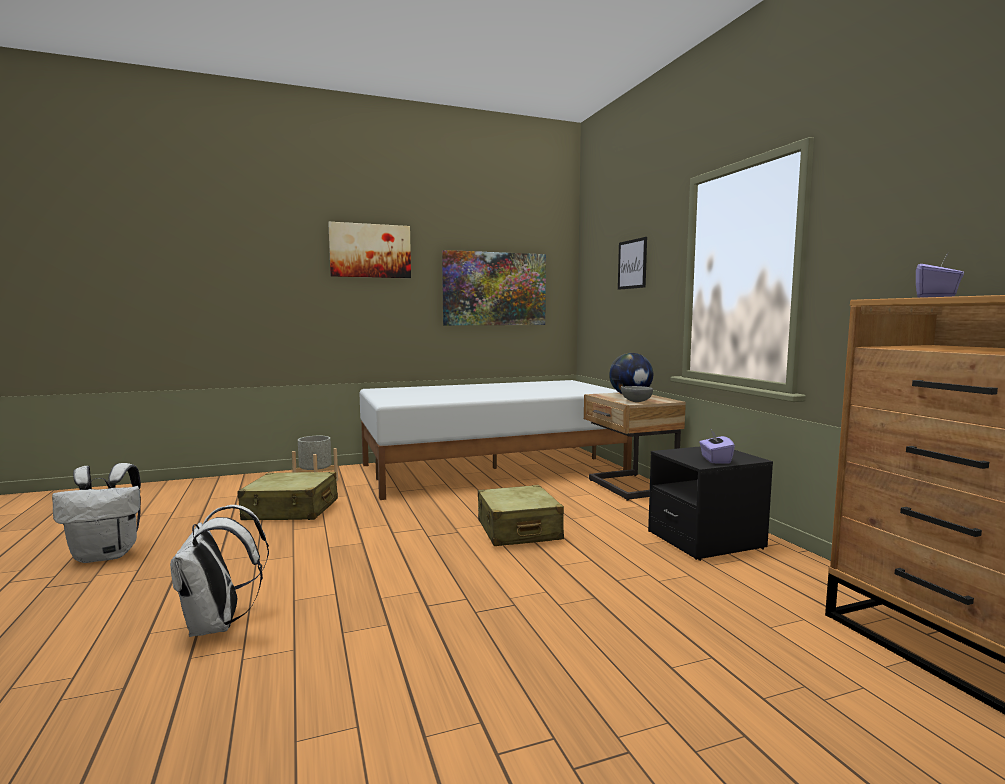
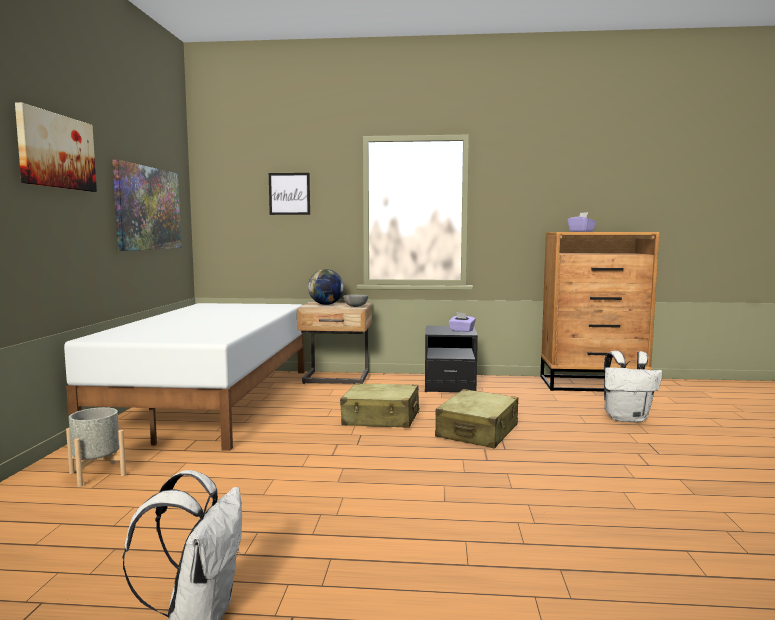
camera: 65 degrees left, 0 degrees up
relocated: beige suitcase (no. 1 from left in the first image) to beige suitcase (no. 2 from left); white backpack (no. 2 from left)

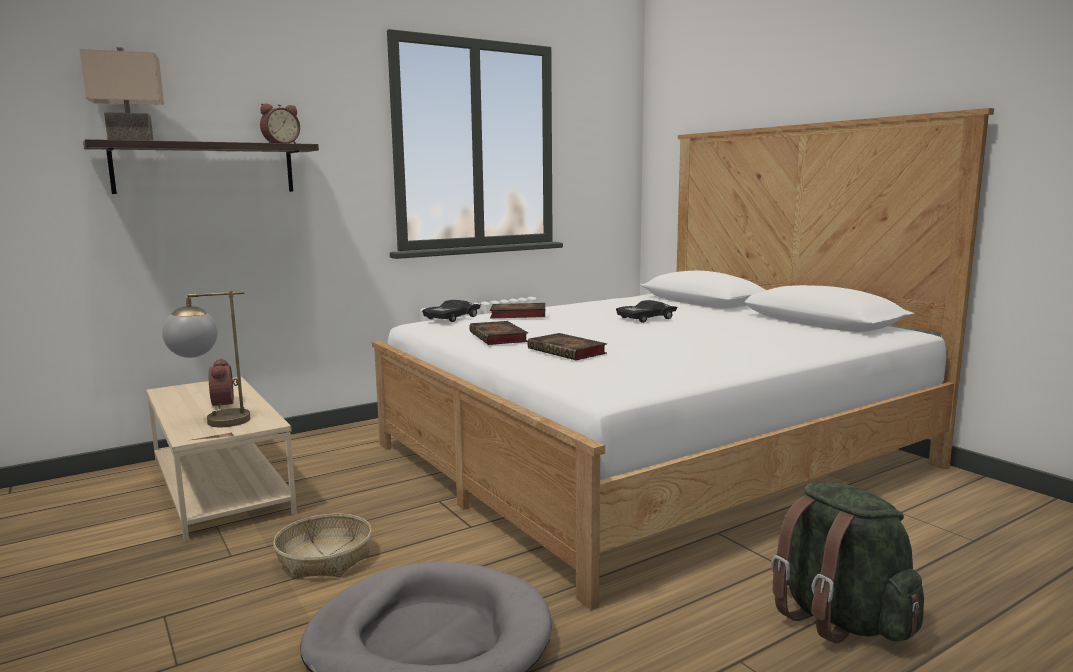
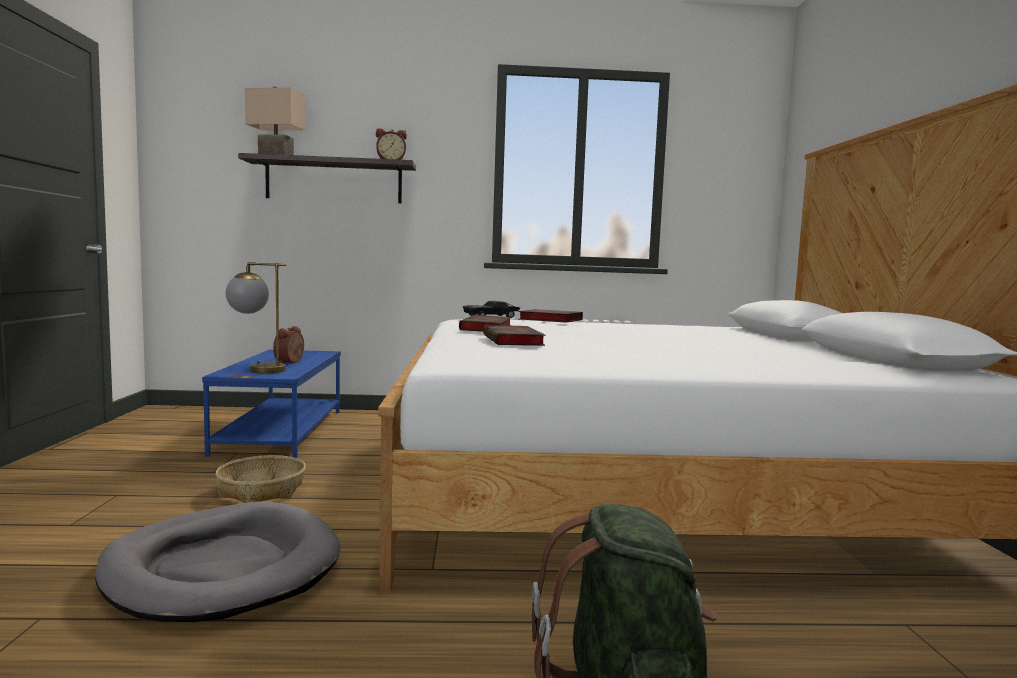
camera: 30 degrees right, 5 degrees down
missing: black toy car (no. 2 from left)
colour: beige coffee table to blue coffee table

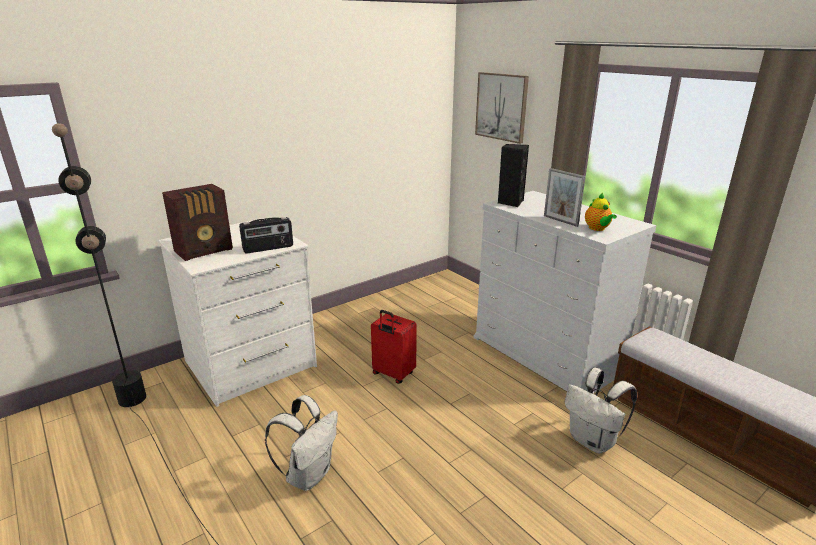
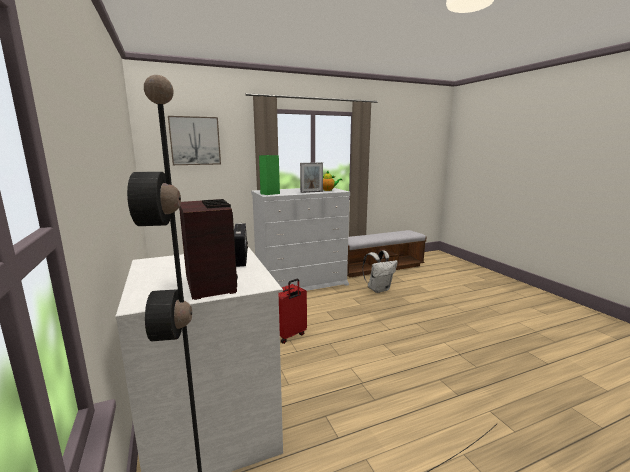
camera: 75 degrees left, 10 degrees down
missing: white backpack (no. 1 from left)
colour: black speaker to green speaker

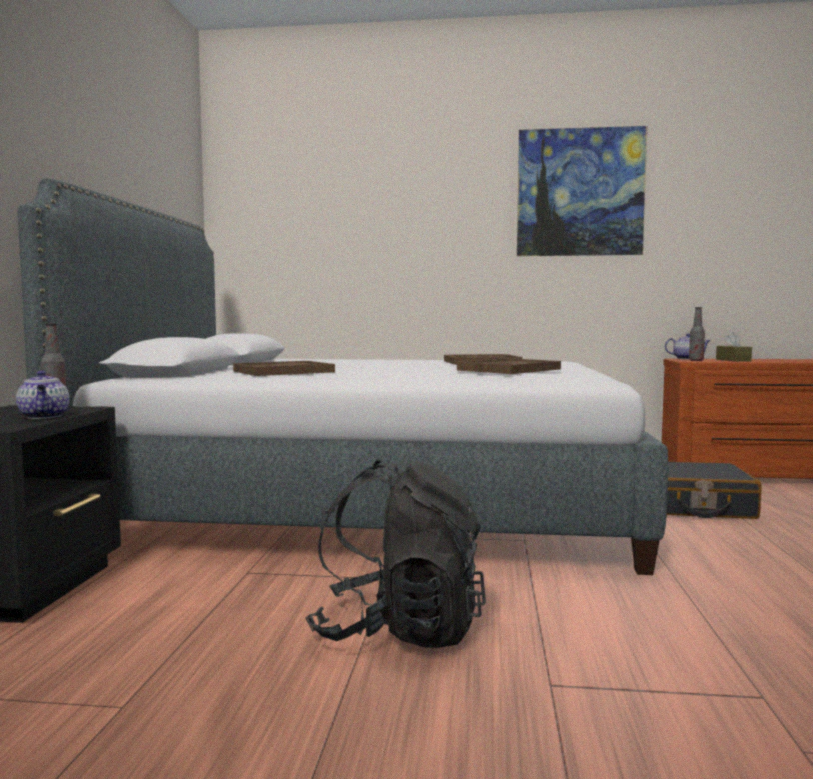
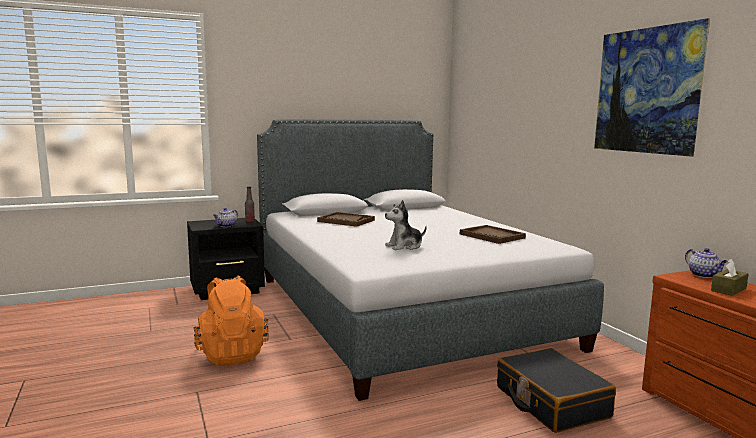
camera: 60 degrees right, 5 degrees up
missing: bottle (no. 2 from left)
exchanged: brown tray (no. 3 from left) to plush toy
colour: black backpack to orange backpack

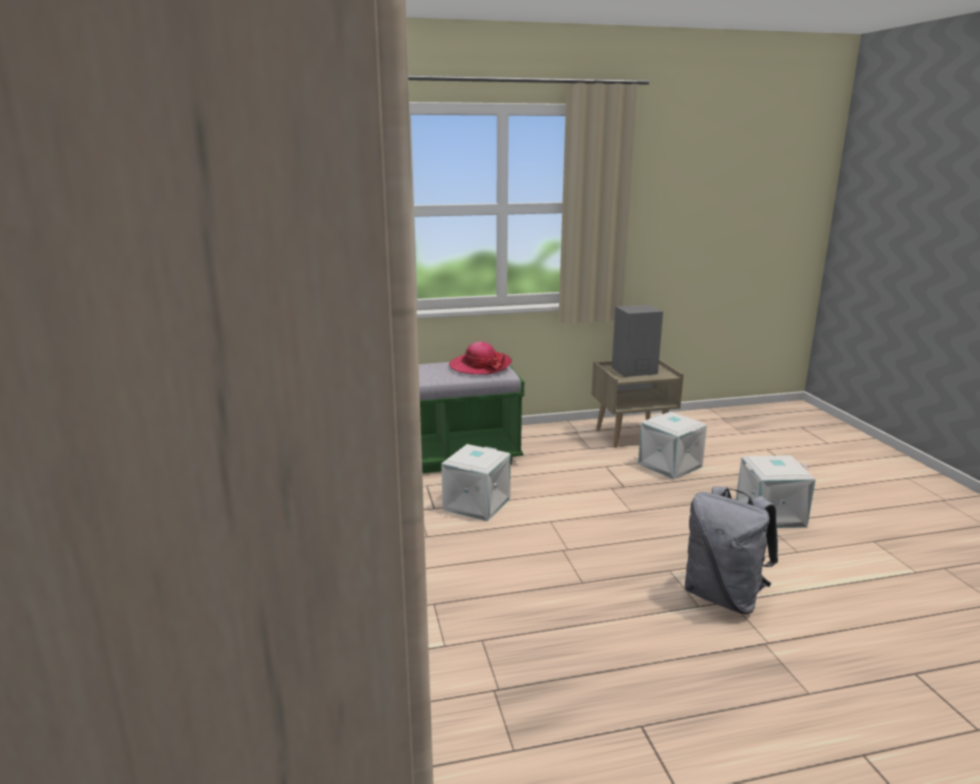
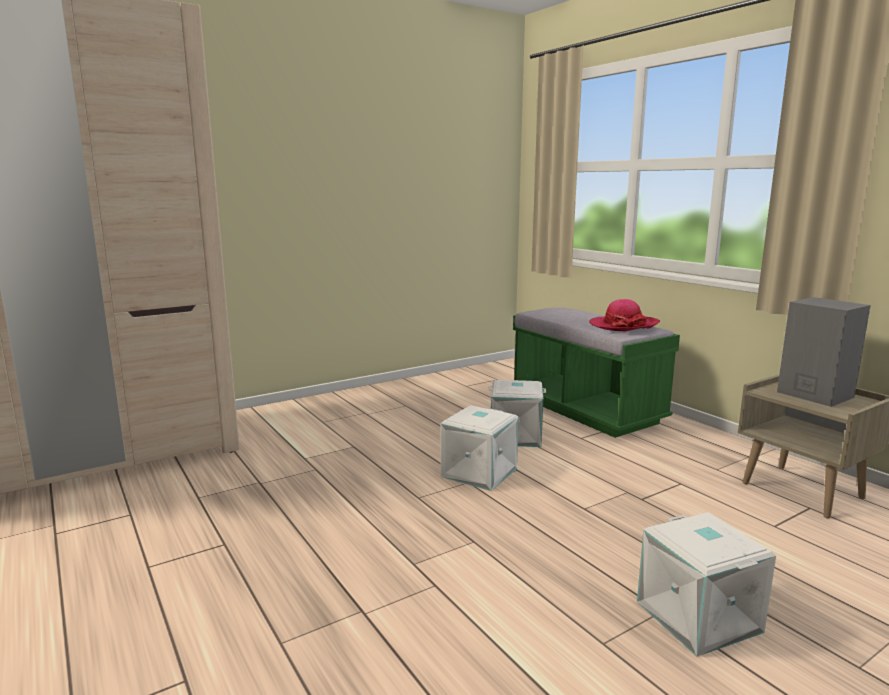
camera: 70 degrees right, 5 degrees down
missing: grey backpack
relocated: white storage box (no. 2 from left in the first image) to white storage box (no. 1 from left)

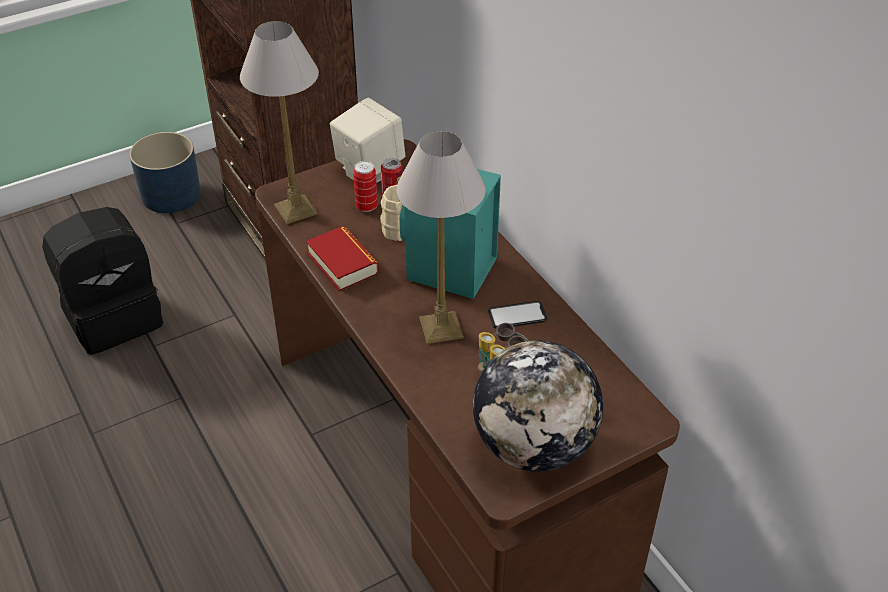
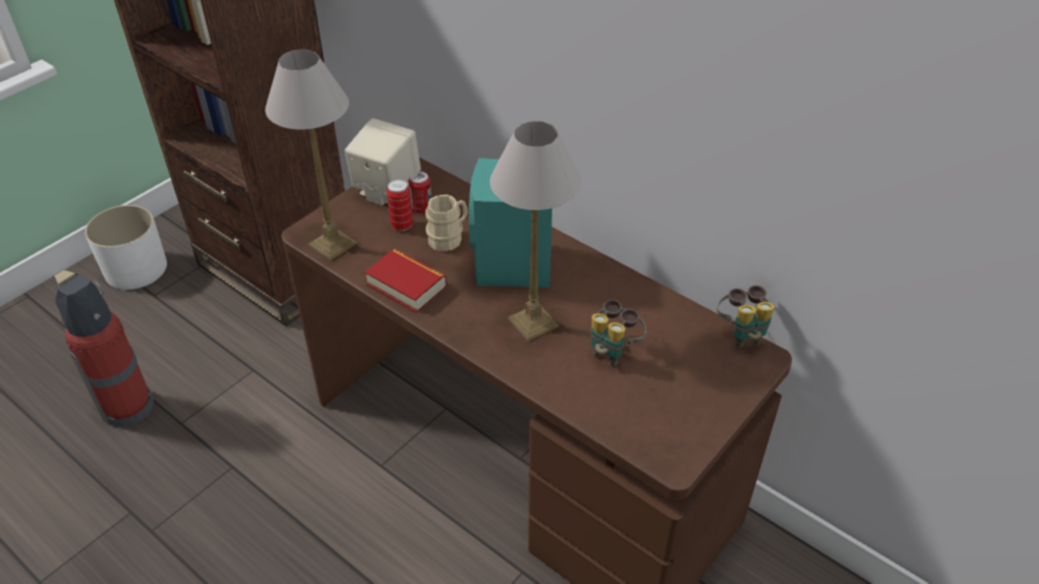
camera: 20 degrees left, 0 degrees up
missing: globe; phone
appeared: binoculars (no. 2 from left)
exchanged: black backpack to fire extinguisher
colour: blue planter to white planter

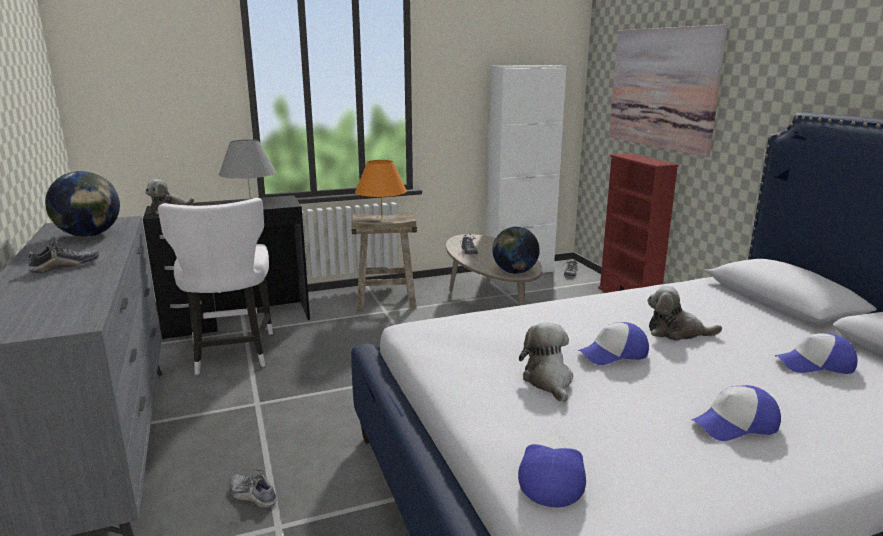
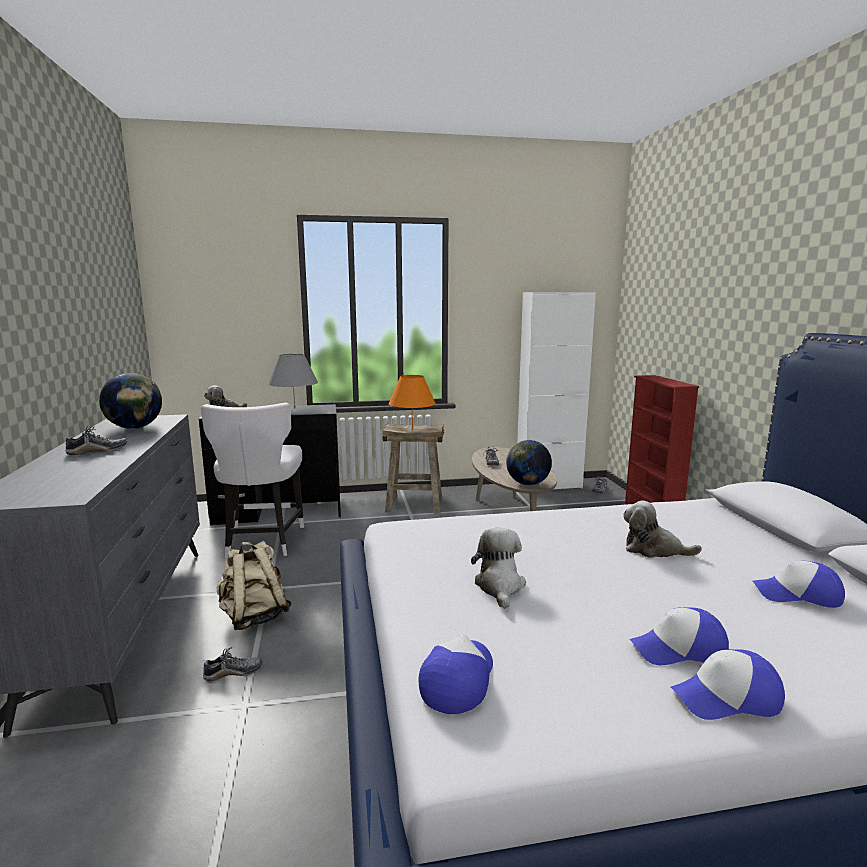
camera: 10 degrees right, 5 degrees down
missing: picture
appeared: beige backpack
relocated: cap (no. 2 from left in the first image) to cap (no. 3 from left)
spun: shoe (no. 2 from left) 120 degrees clockwise

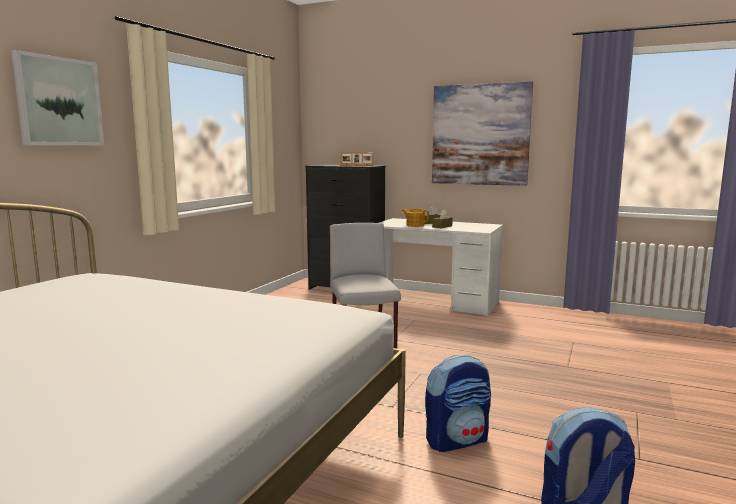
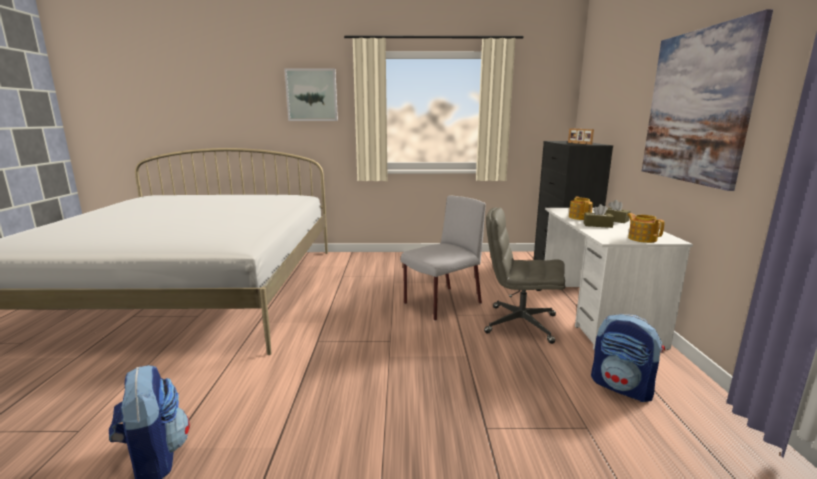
camera: 65 degrees right, 5 degrees up
appeared: grey office chair; teapot (no. 2 from left)
relocated: backpack (no. 1 from left in the first image) to backpack (no. 2 from left)

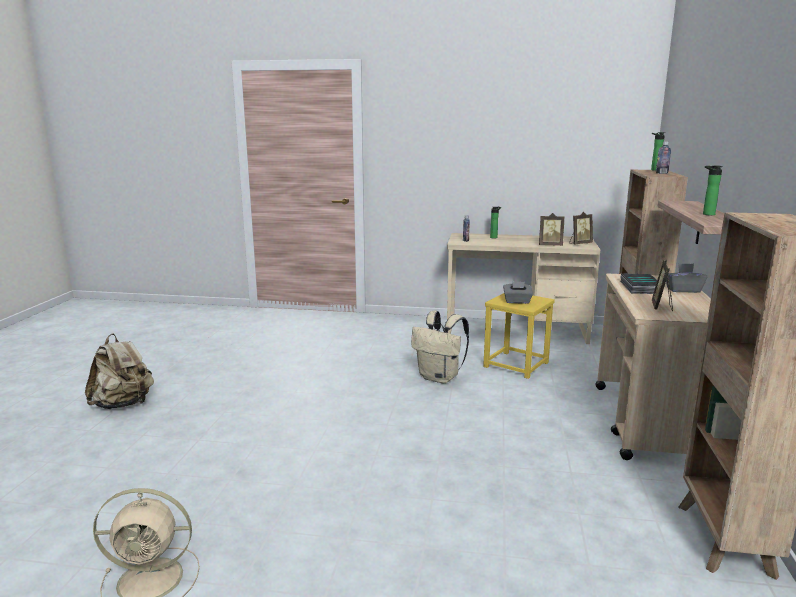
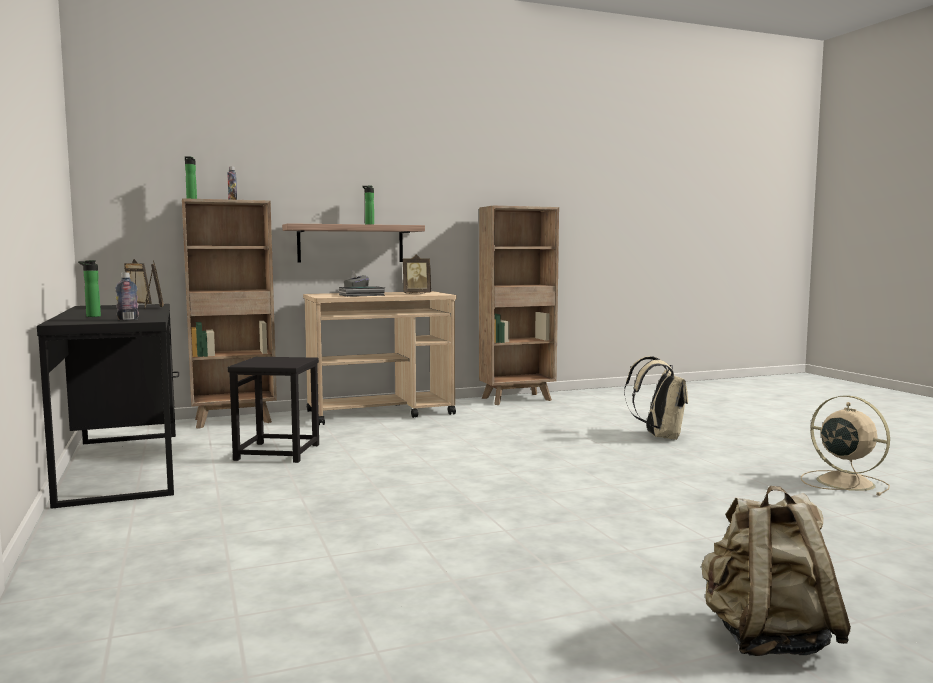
camera: 120 degrees left, 10 degrees down
missing: grey tissue box (no. 1 from left)
relocated: beige backpack (no. 2 from left in the first image) to beige backpack (no. 1 from left)
colour: beige desk to black desk; yellow stool to black stool

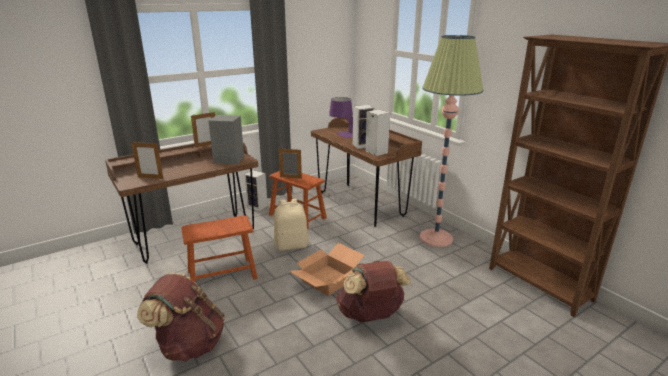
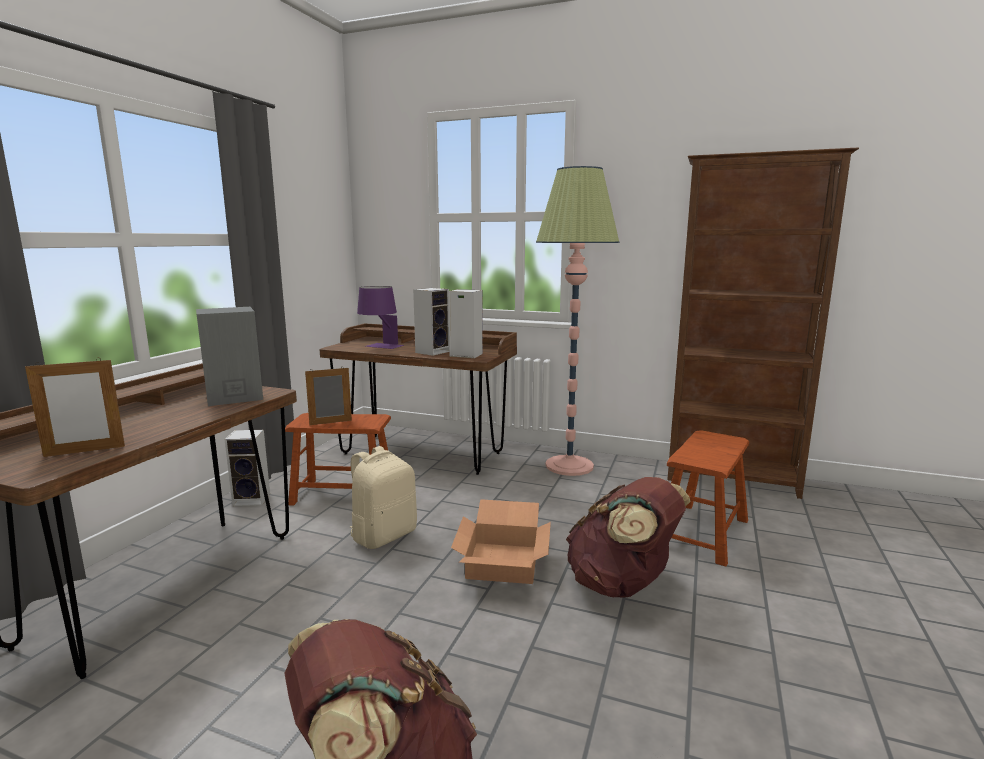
camera: 35 degrees left, 10 degrees down
missing: picture frame (no. 2 from left)
relocated: brown stool (no. 1 from left in the first image) to brown stool (no. 2 from left)

